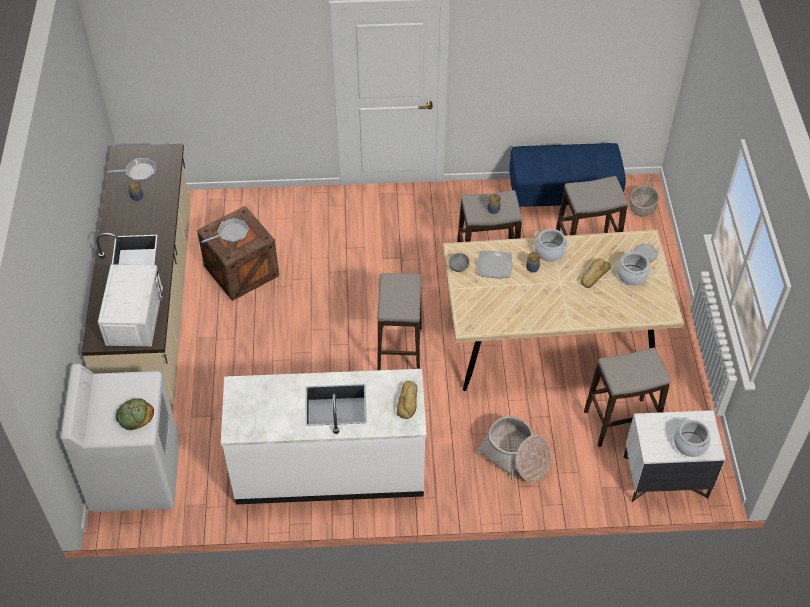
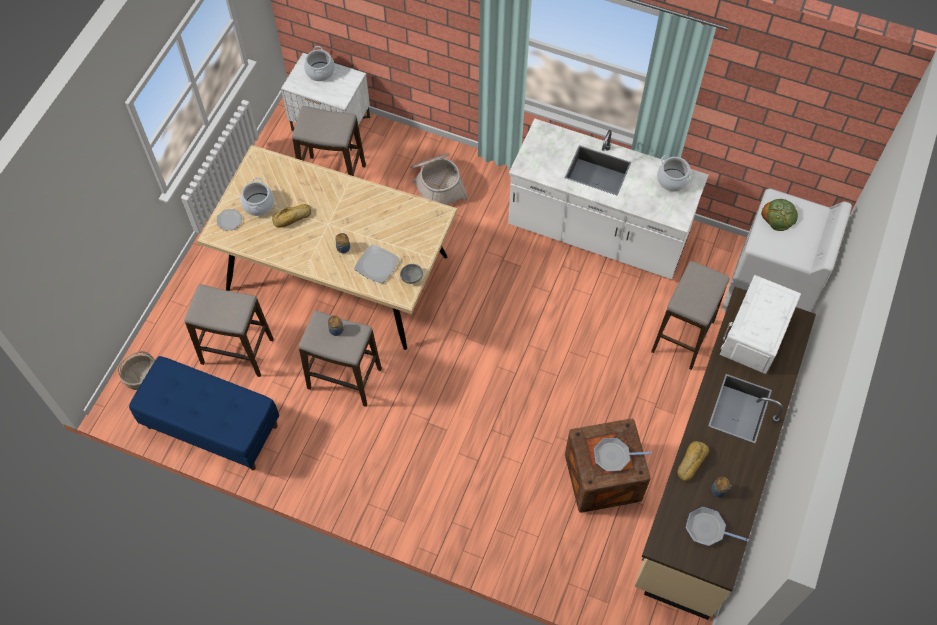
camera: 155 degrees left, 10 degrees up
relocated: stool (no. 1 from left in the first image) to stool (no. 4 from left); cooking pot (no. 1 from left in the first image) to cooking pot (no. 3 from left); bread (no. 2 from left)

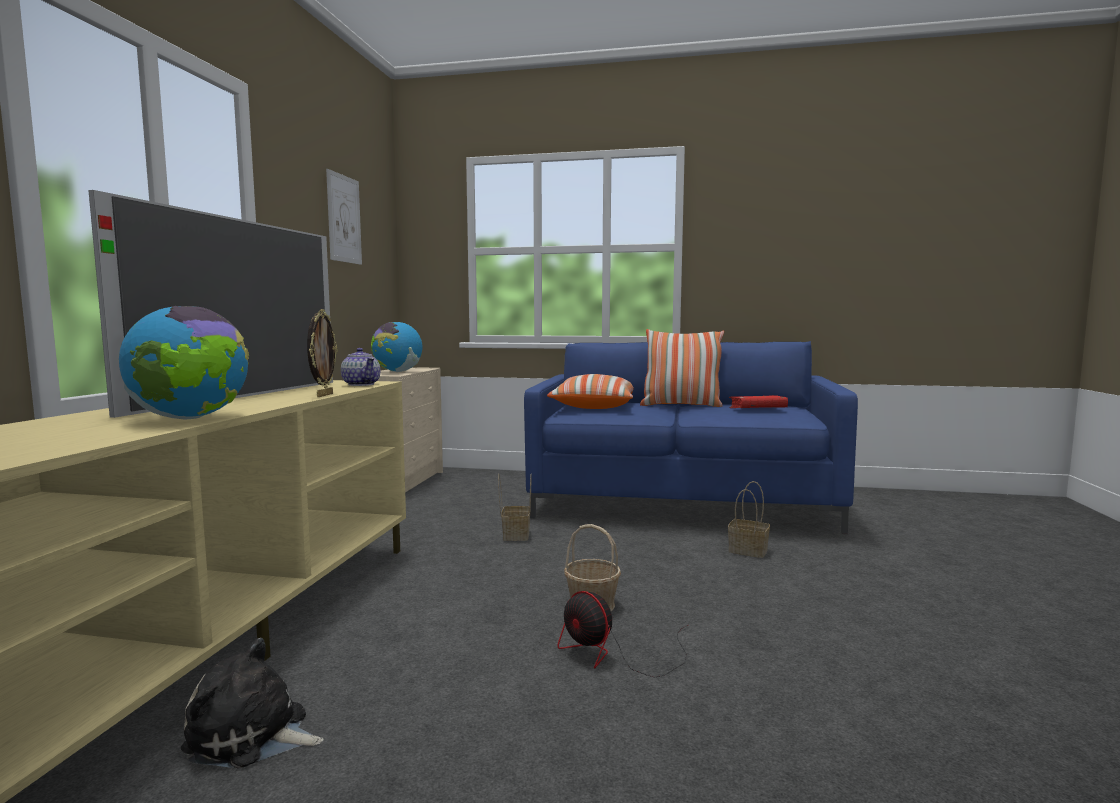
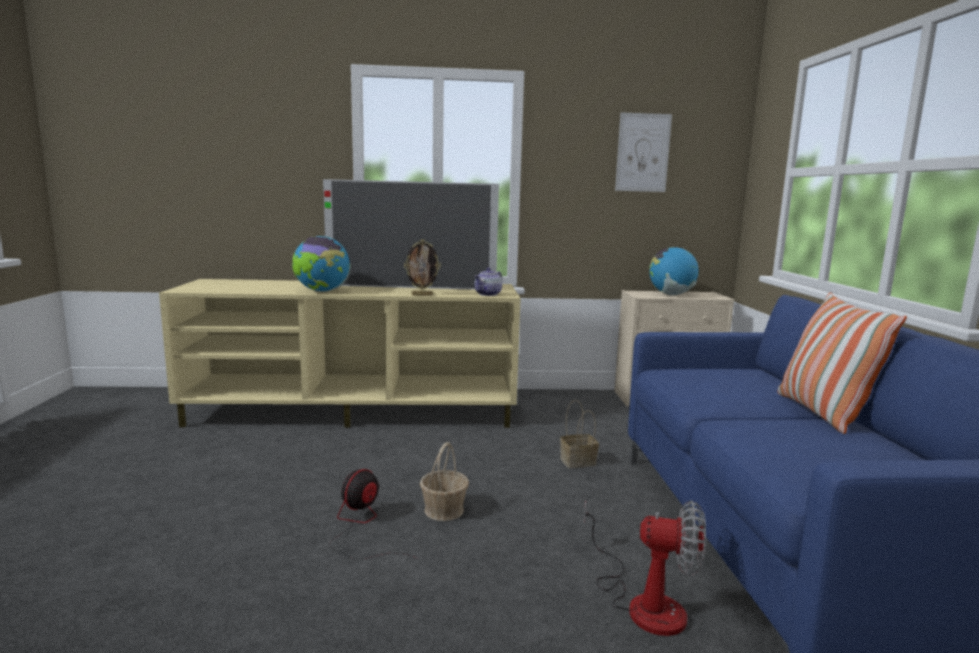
camera: 75 degrees right, 5 degrees up
missing: plush toy; pillow (no. 1 from left); red book
exchanged: basket (no. 3 from left) to fan (no. 2 from left)

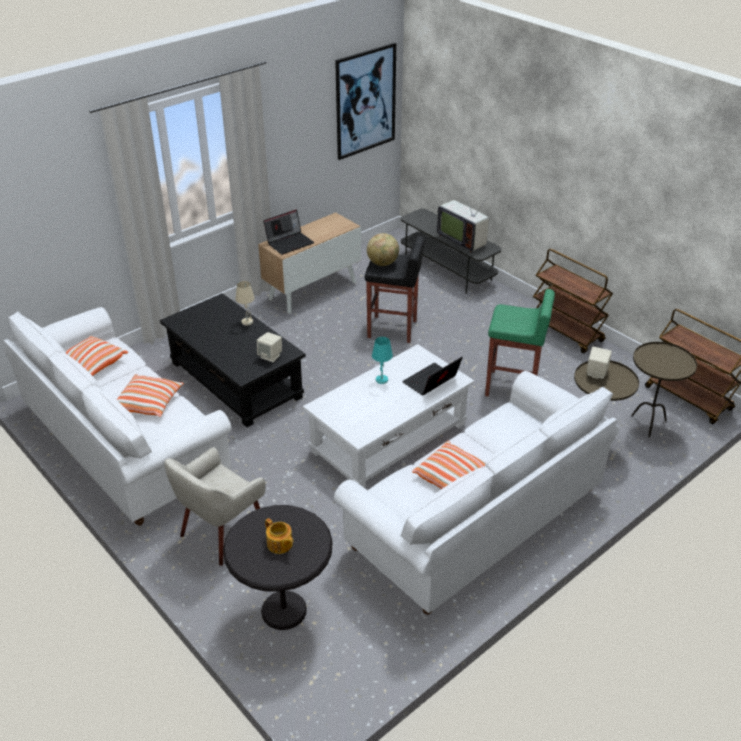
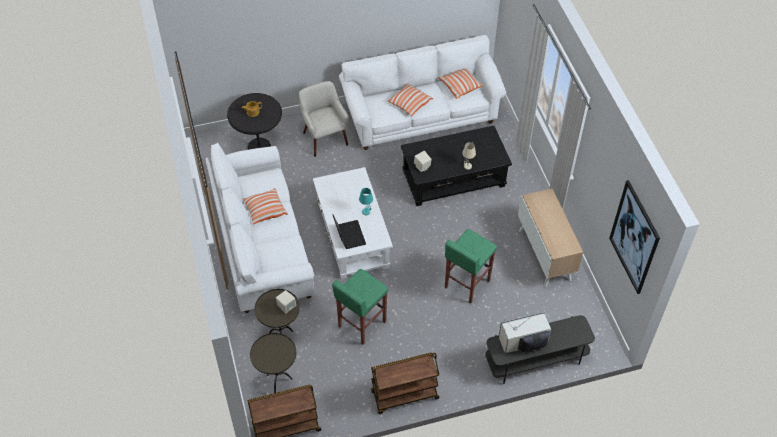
camera: 115 degrees right, 15 degrees up
missing: laptop (no. 1 from left); globe
colour: black stool to green stool (no. 2 from left)

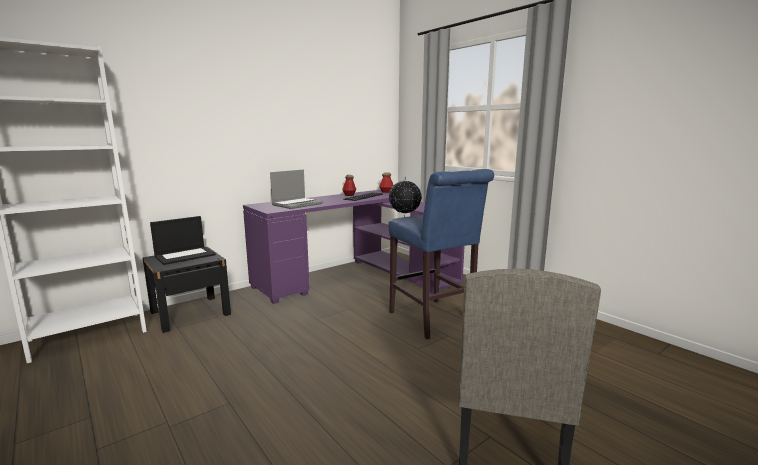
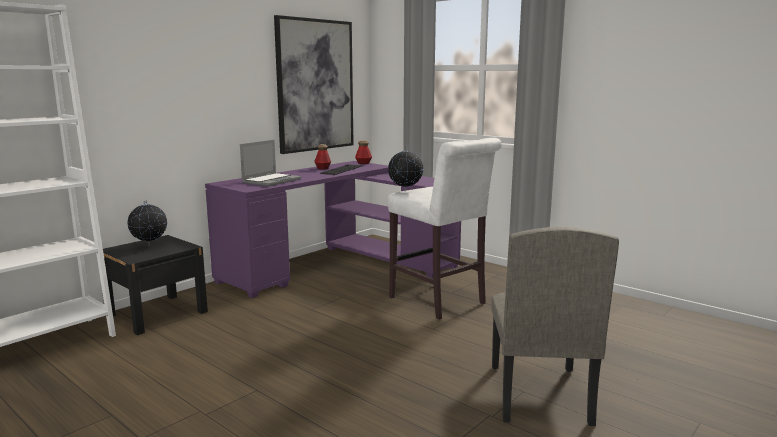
camera: 10 degrees left, 0 degrees up
appeared: picture
exchanged: laptop (no. 1 from left) to globe (no. 1 from left)
colour: blue stool to white stool

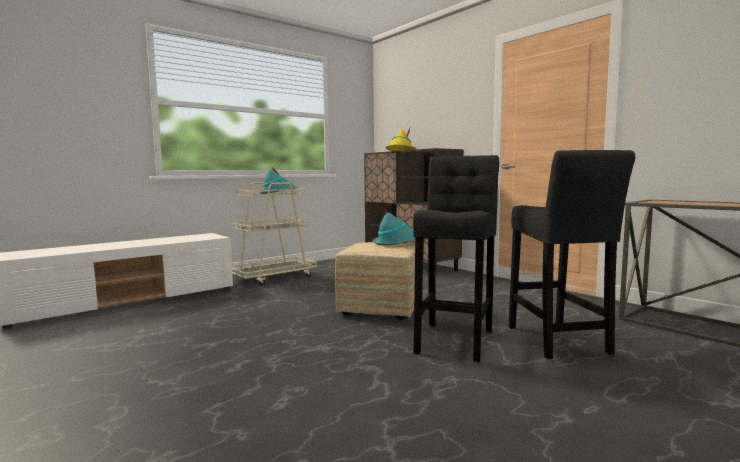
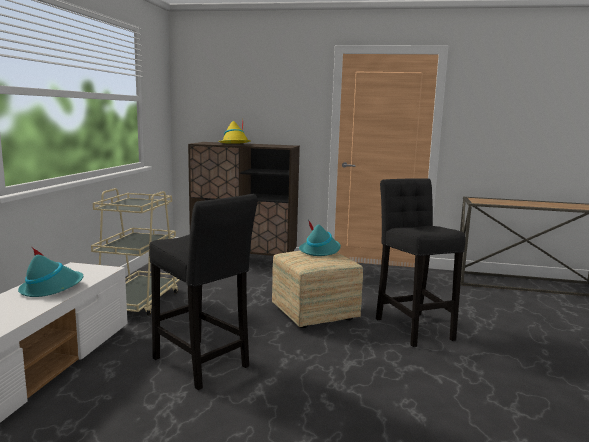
camera: 40 degrees left, 5 degrees up
relocated: turquoise hat (no. 1 from left); black stool (no. 2 from left in the first image) to black stool (no. 1 from left)

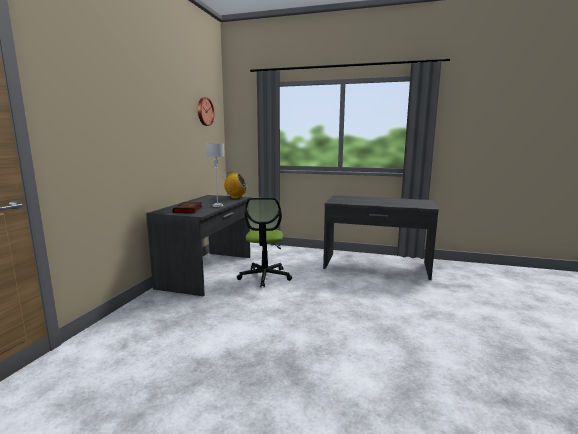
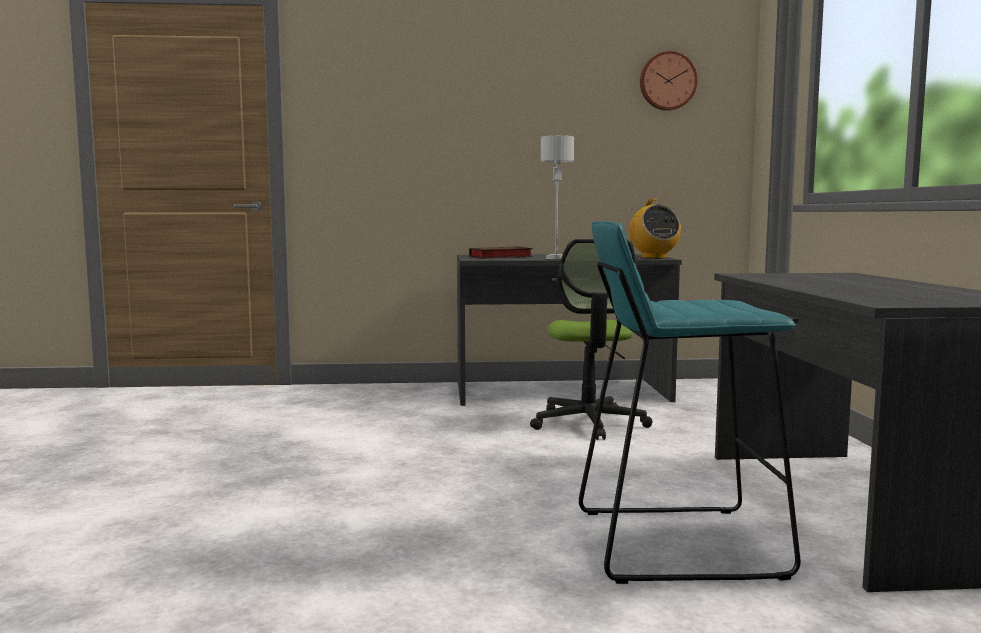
camera: 70 degrees right, 5 degrees down
appeared: turquoise stool
spun: office chair 75 degrees counterclockwise

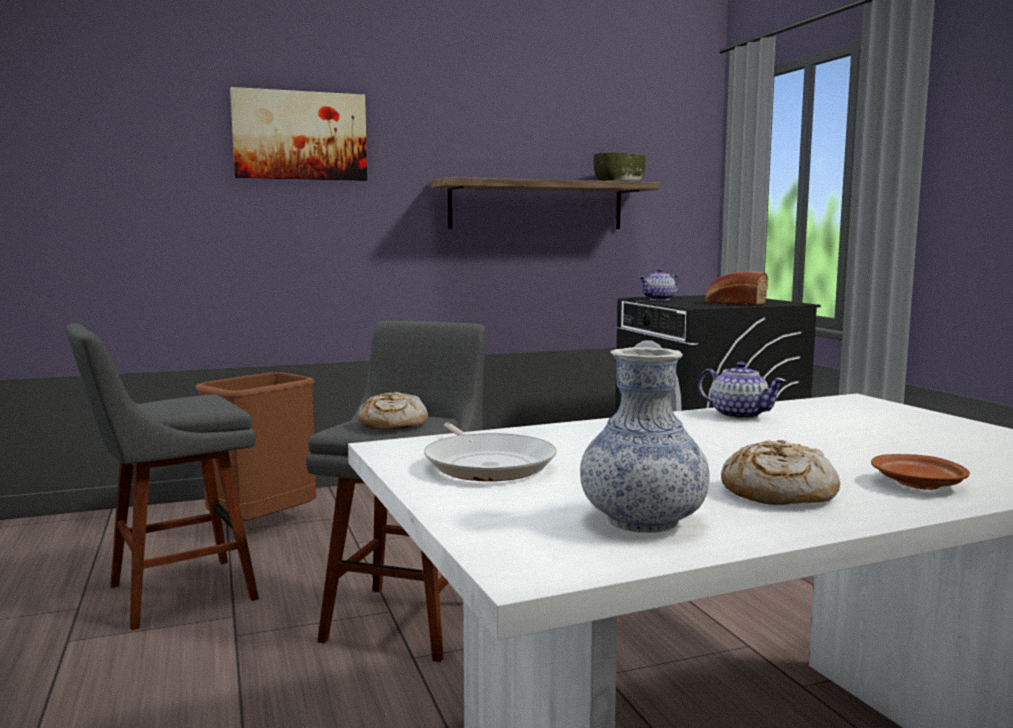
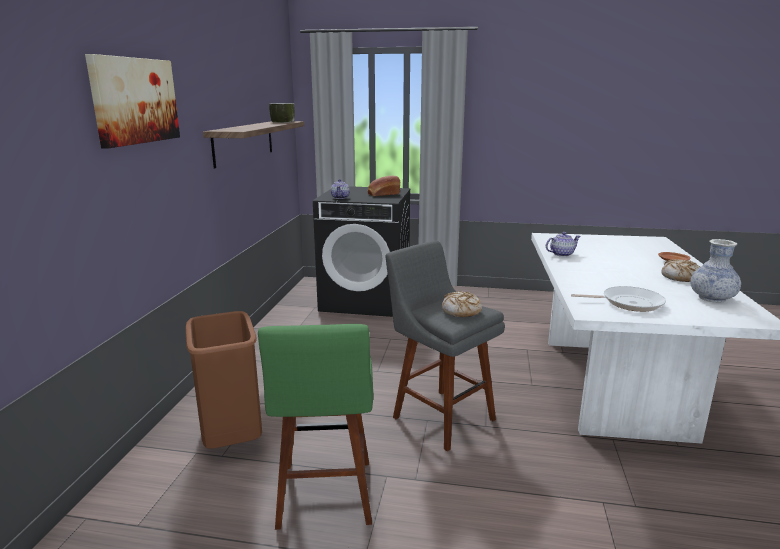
camera: 60 degrees left, 10 degrees up
colour: grey stool (no. 1 from left) to green stool

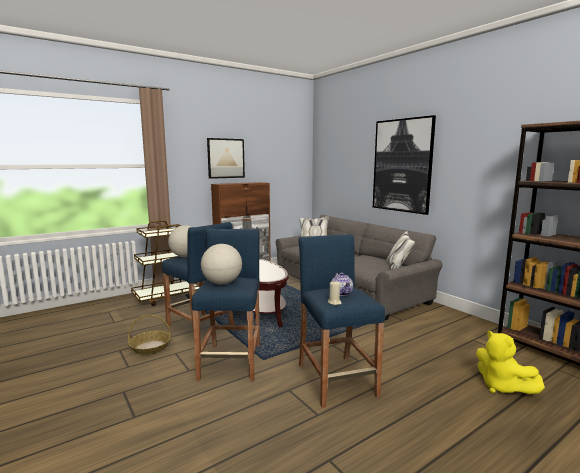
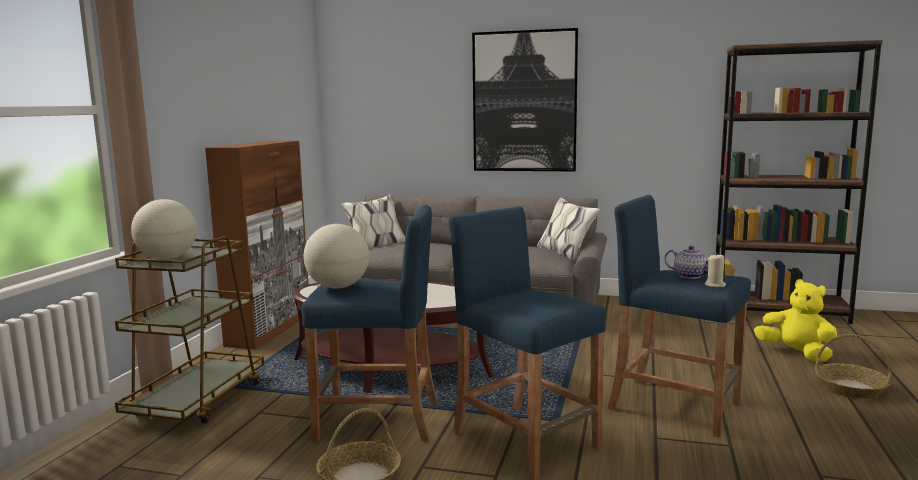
camera: 40 degrees left, 0 degrees up
missing: picture (no. 1 from left)
appeared: basket (no. 2 from left)
relocated: globe (no. 2 from left in the first image) to globe (no. 1 from left)
spun: yellow plush toy 150 degrees counterclockwise

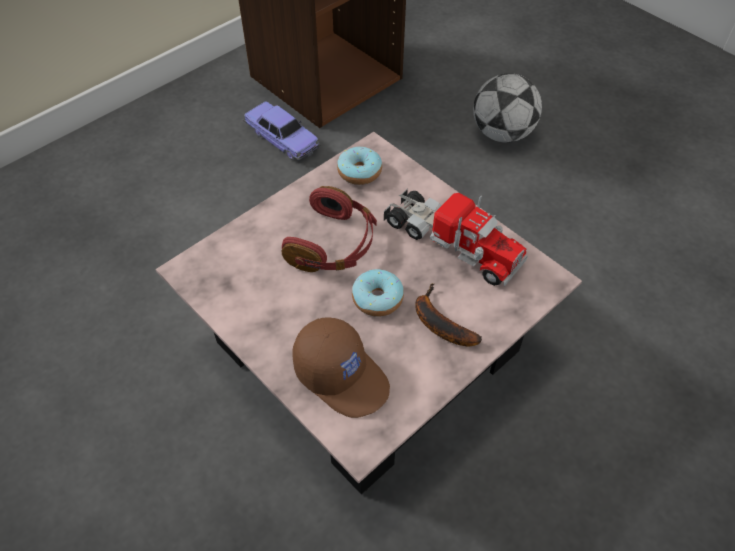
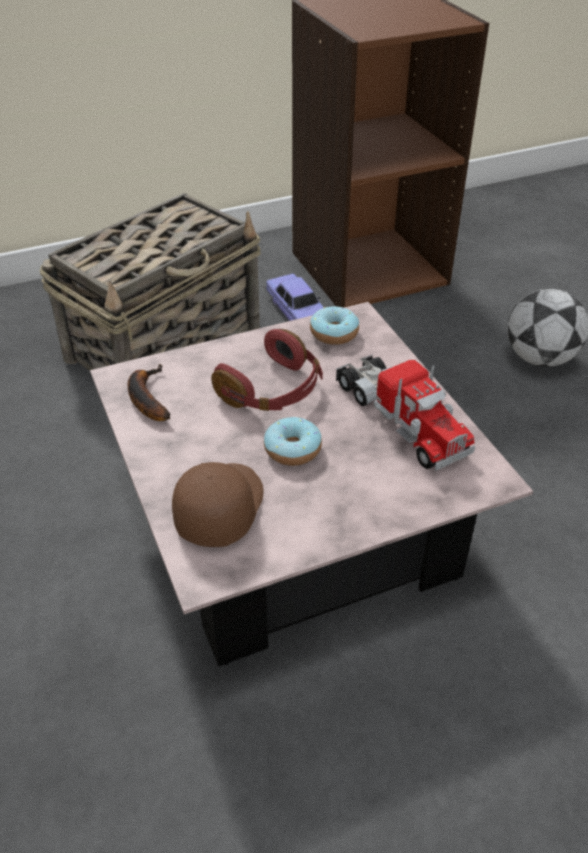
camera: 20 degrees right, 10 degrees down
appeared: basket
relocated: banana
spun: brown cap 135 degrees counterclockwise

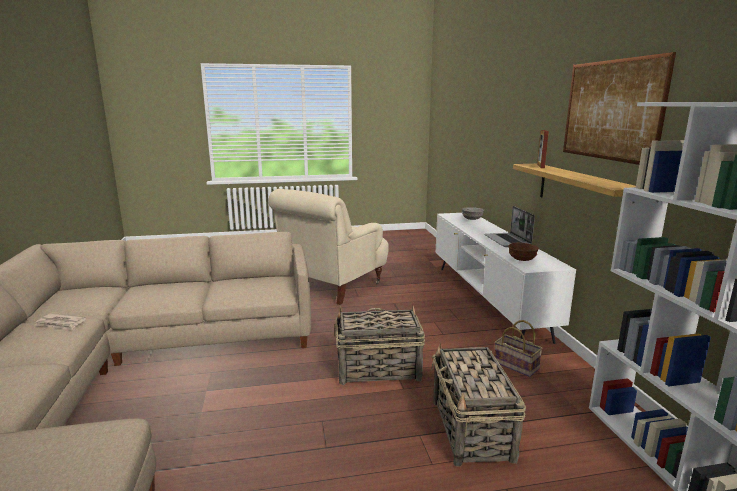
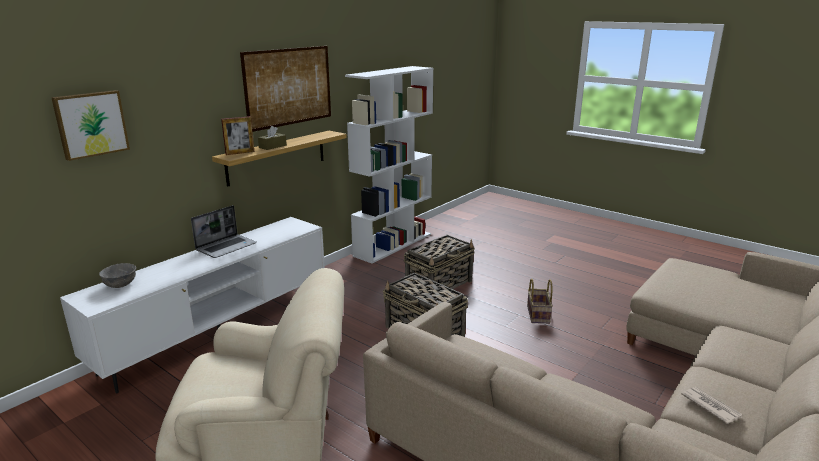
camera: 130 degrees left, 5 degrees up
missing: brown bowl
appeared: picture (no. 1 from left); brown tissue box
relocated: basket (no. 3 from left)

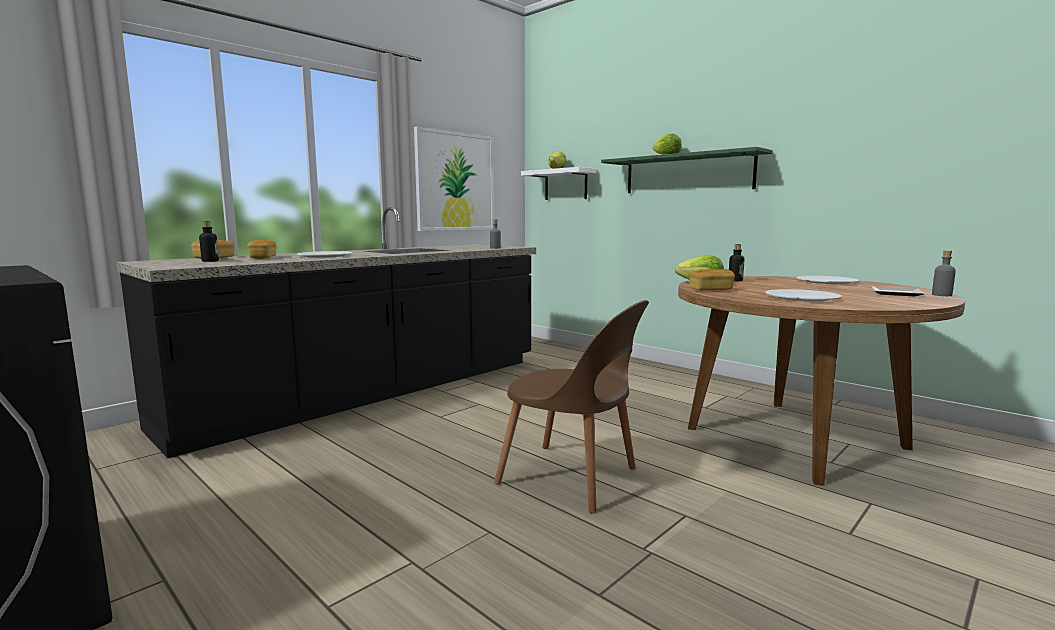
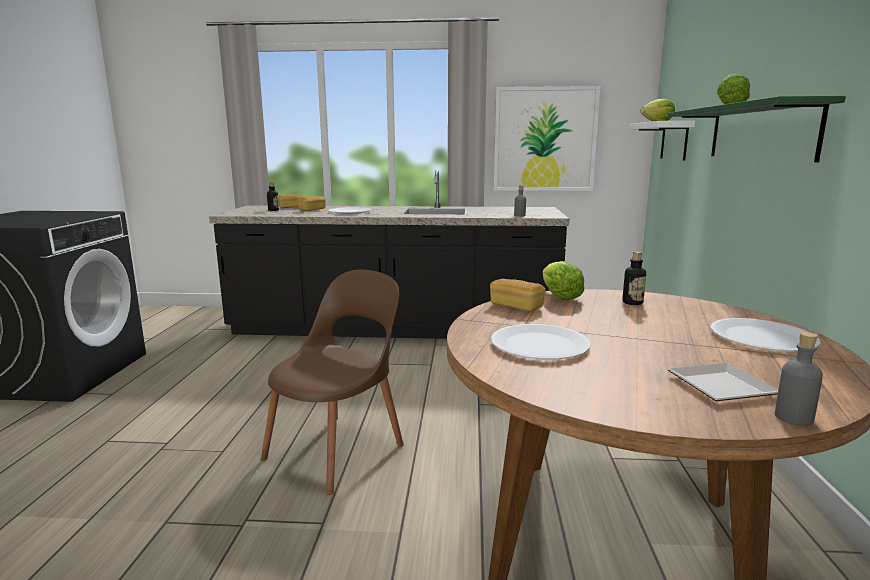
camera: 50 degrees right, 5 degrees up
spun: brown chair 135 degrees counterclockwise

